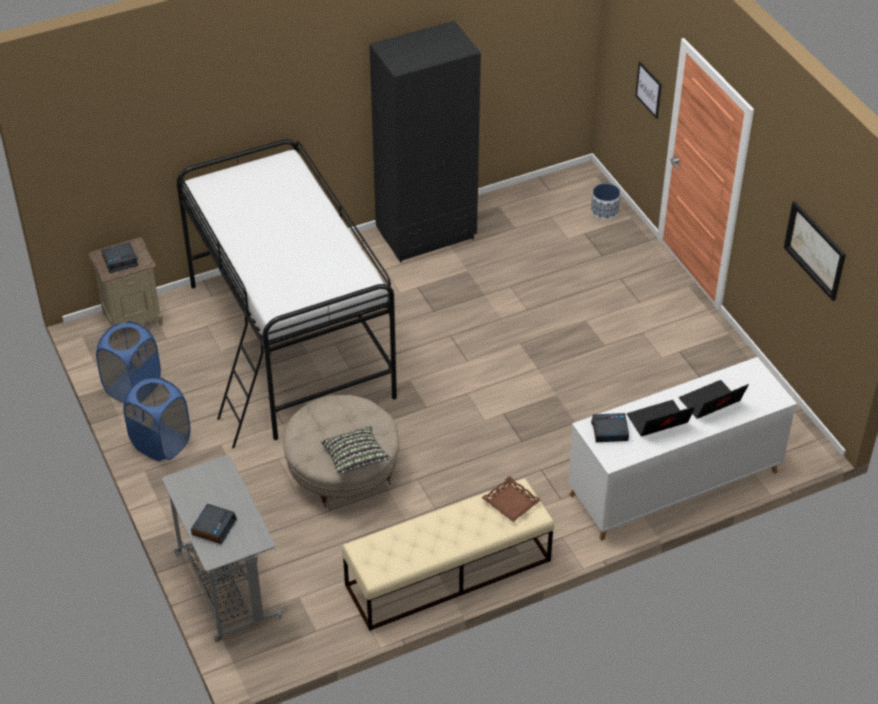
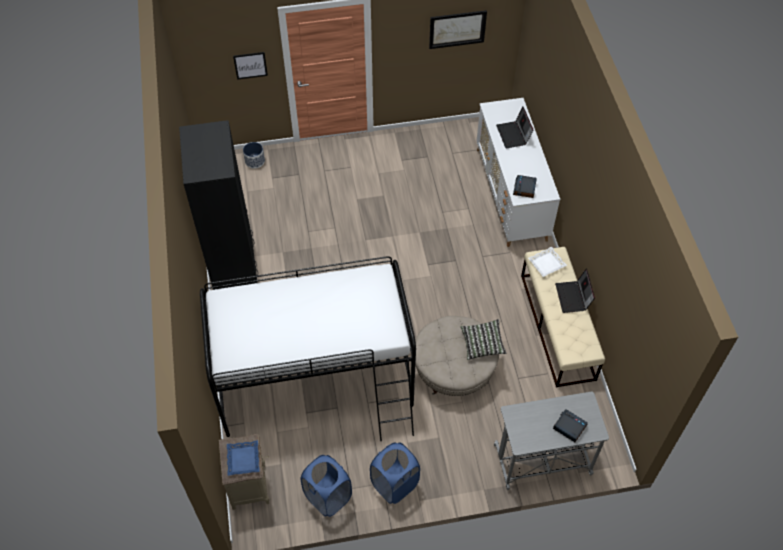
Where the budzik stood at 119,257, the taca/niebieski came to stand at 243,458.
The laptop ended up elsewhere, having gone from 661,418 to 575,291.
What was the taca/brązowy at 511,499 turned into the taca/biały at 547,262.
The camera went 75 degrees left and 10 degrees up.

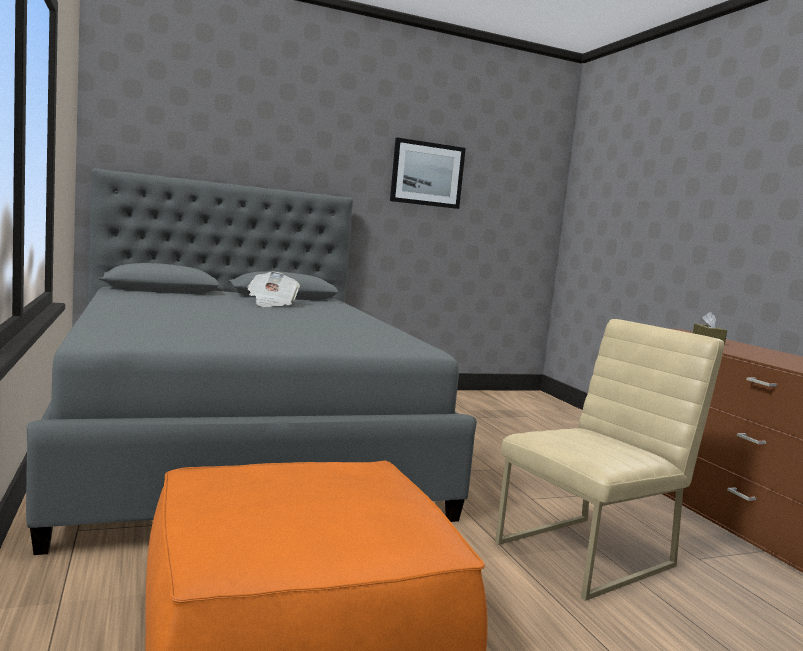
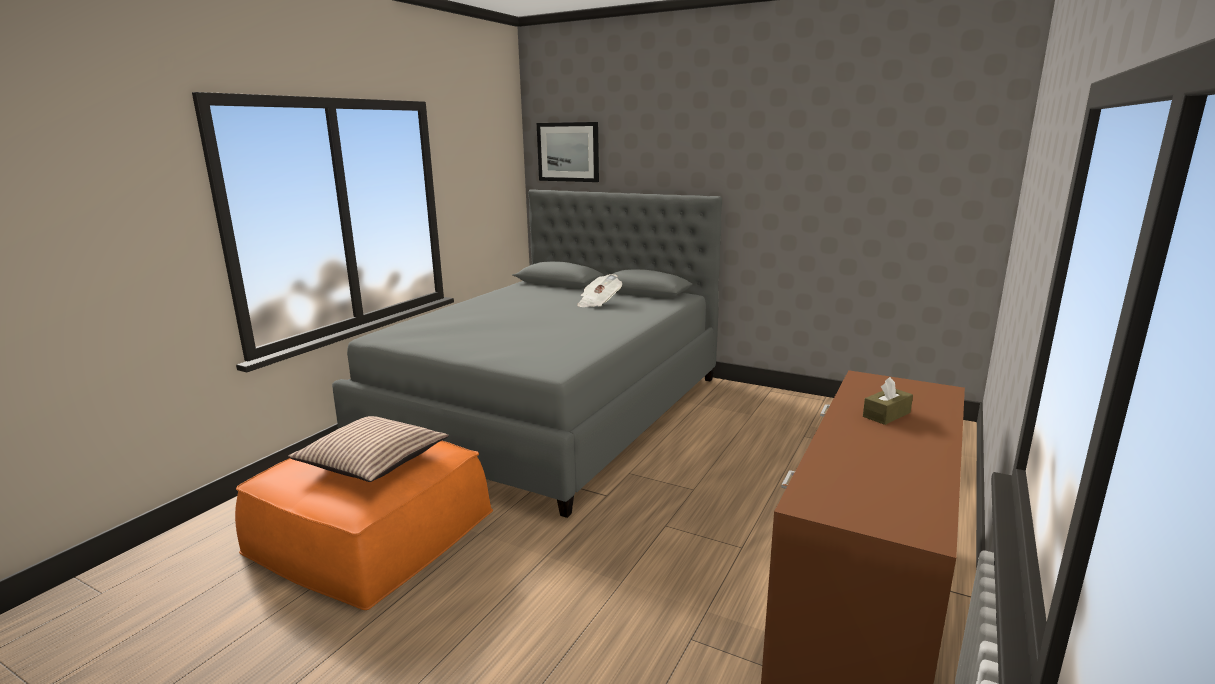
The obraz ended up elsewhere, having gone from 428,173 to 568,152.
The second view lost the krzesło/beżowy at 609,460.
The second view gained the poduszka at 368,449.
The camera went 50 degrees right and 10 degrees up.

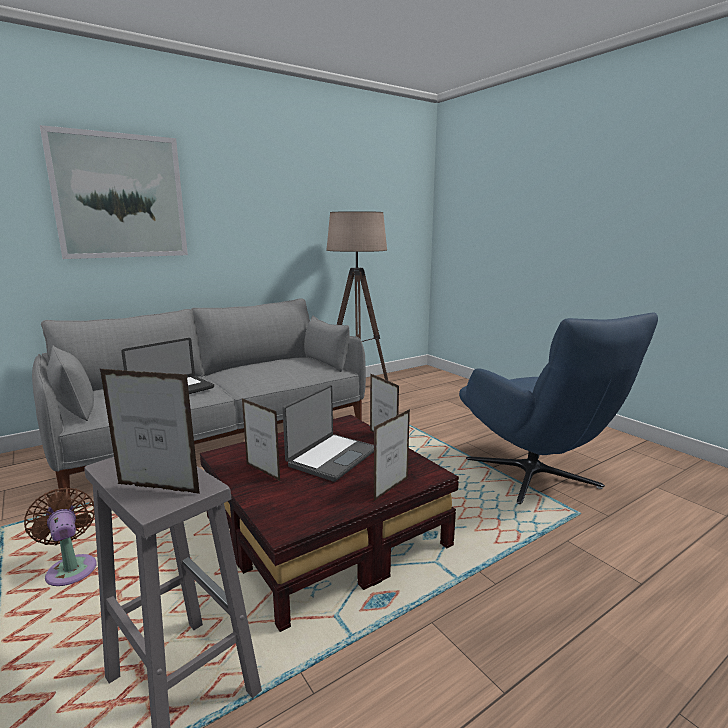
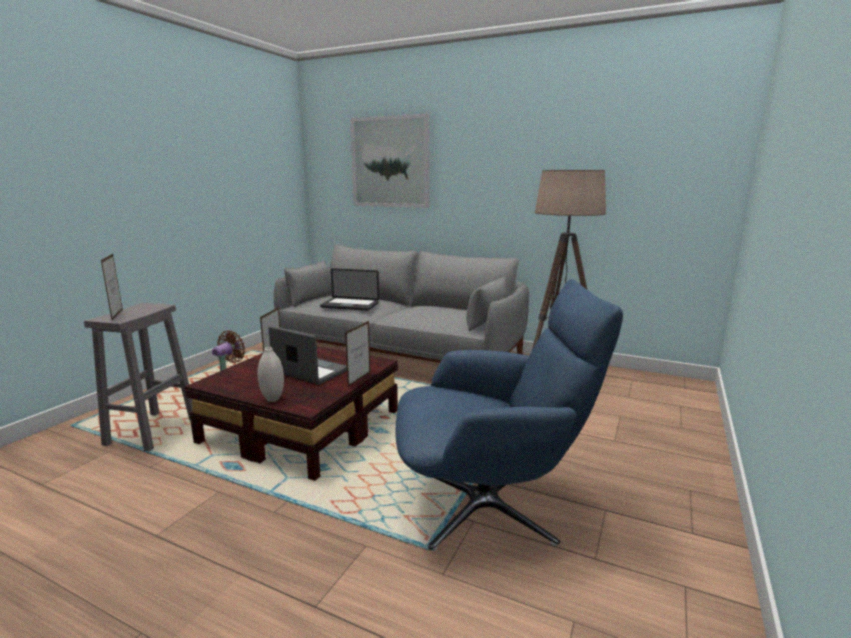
The fotel/niebieski at 558,408 ended up facing another way, 135 degrees counterclockwise from before.
The laptop at 328,433 ended up facing another way, 150 degrees counterclockwise from before.
Where the ramka na zdjęcie stood at 392,455, the wazon/biały came to stand at 270,374.
The camera went 60 degrees right and 0 degrees up.

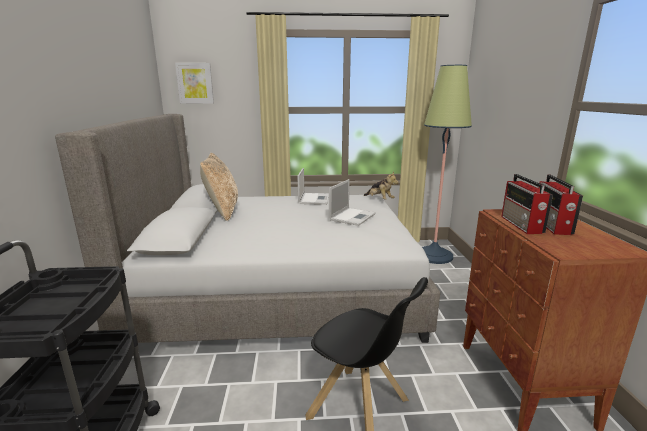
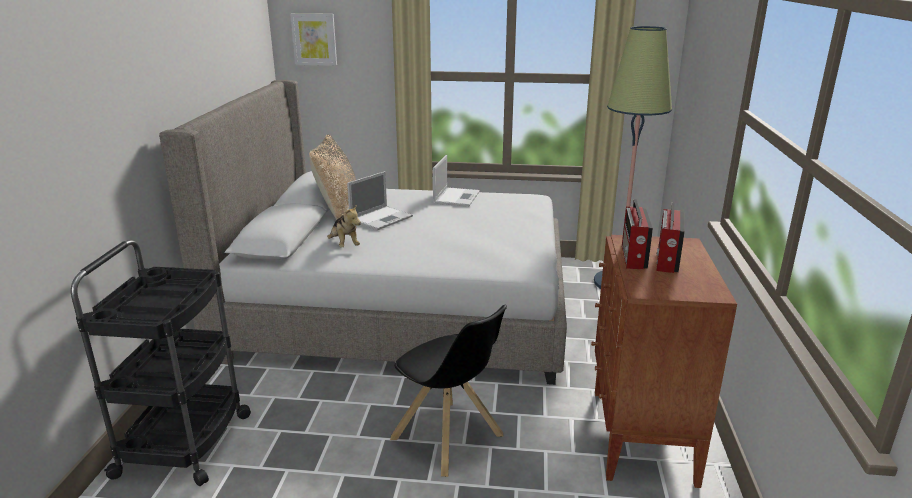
The pluszak ended up elsewhere, having gone from 381,185 to 344,225.
The laptop ended up elsewhere, having gone from 352,202 to 380,200.
The camera went 10 degrees right and 5 degrees up.

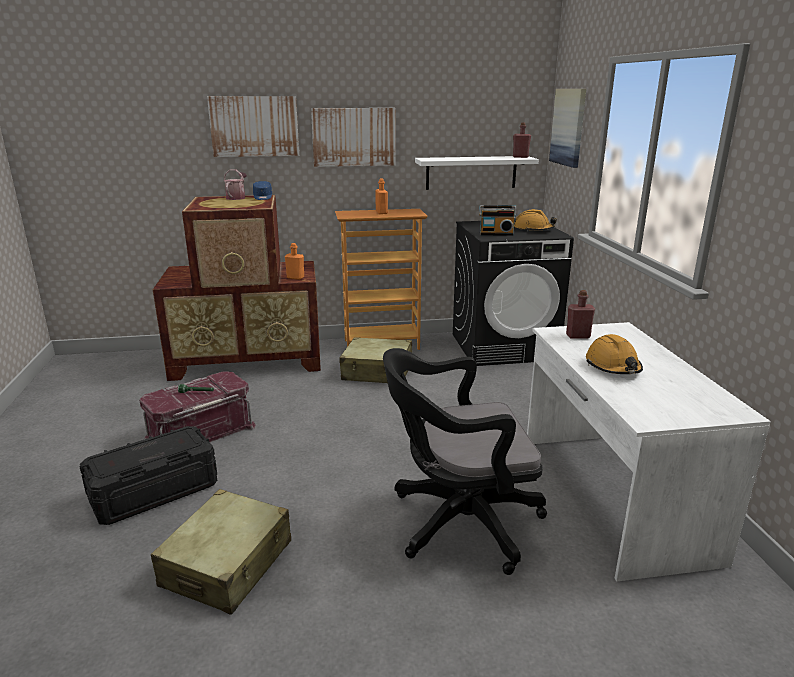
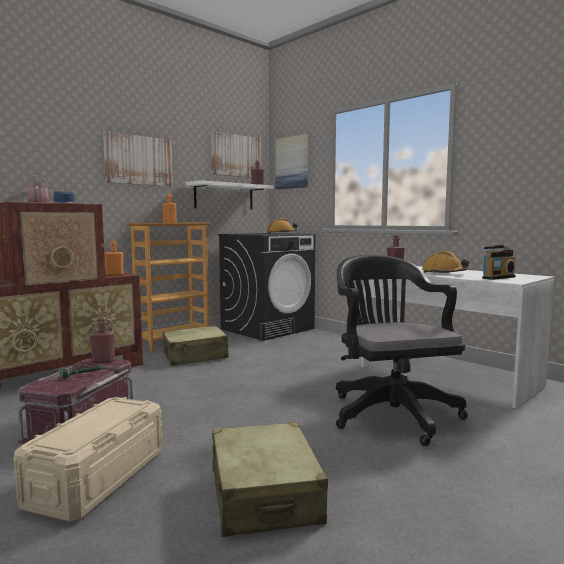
The obraz ended up elsewhere, having gone from 253,126 to 236,154.
The radio ended up elsewhere, having gone from 498,220 to 497,262.
The krzesło biurowe/czarny at 465,461 ended up facing another way, 120 degrees clockwise from before.
What was the pojemnik do przechowywania/czarny at 148,475 turned into the pojemnik do przechowywania/beżowy at 88,459.
The second view gained the butelka/czerwony at 102,340.
The camera went 35 degrees left and 15 degrees down.

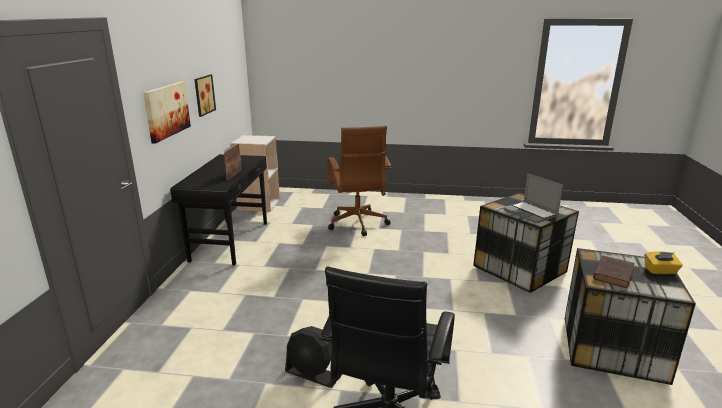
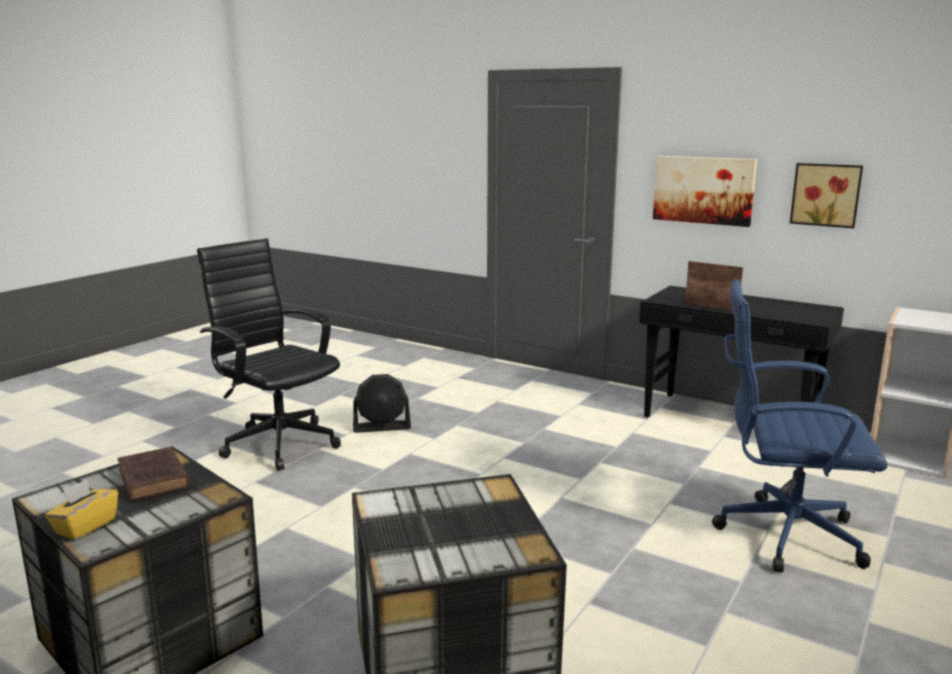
What was the krzesło biurowe/brązowy at 359,181 turned into the krzesło biurowe/niebieski at 800,426.
The second view lost the laptop at 533,198.
The wentylator/czarny at 311,357 ended up facing another way, 150 degrees counterclockwise from before.
The camera went 115 degrees right and 5 degrees down.

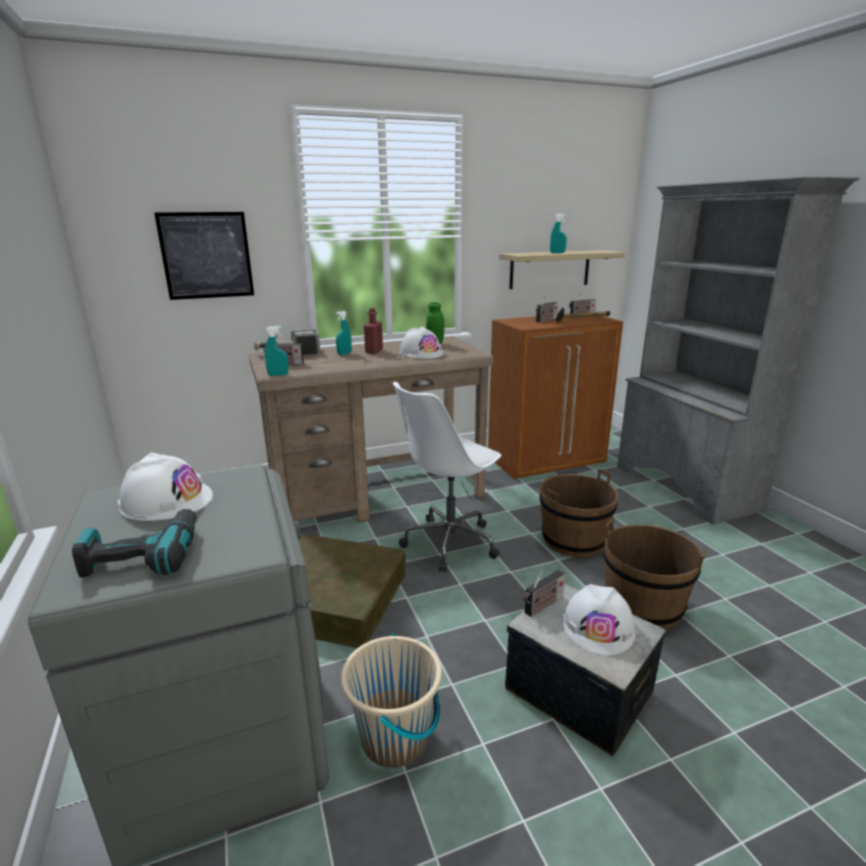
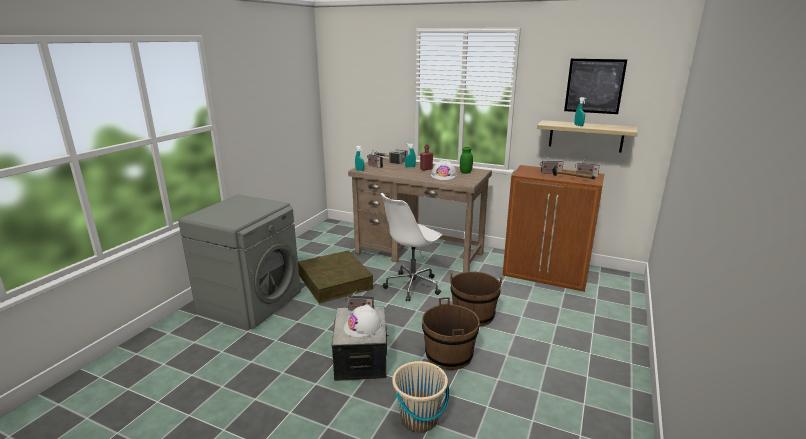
The second view lost the regał/szary at 738,351.
The obraz ended up elsewhere, having gone from 204,256 to 595,86.
The krzesło biurowe/biały at 447,477 ended up facing another way, 45 degrees counterclockwise from before.
The second view lost the kask/biały at 165,486.
The second view lost the wiertarka at 134,543.
The wiadro/beżowy ended up elsewhere, having gone from 391,700 to 420,397.
The camera went 45 degrees right and 0 degrees up.

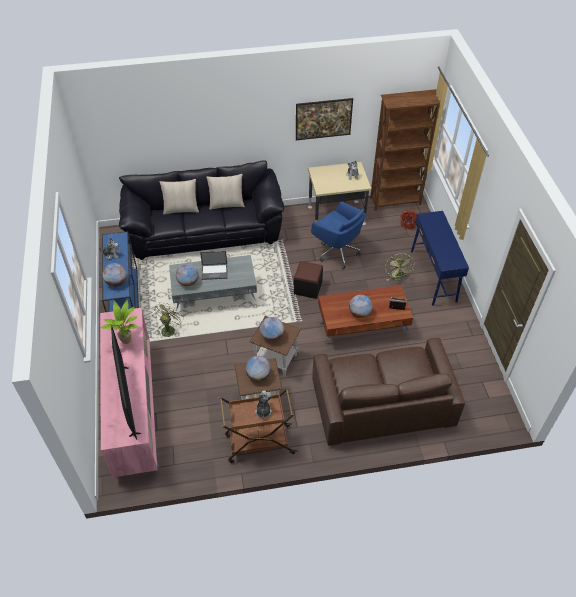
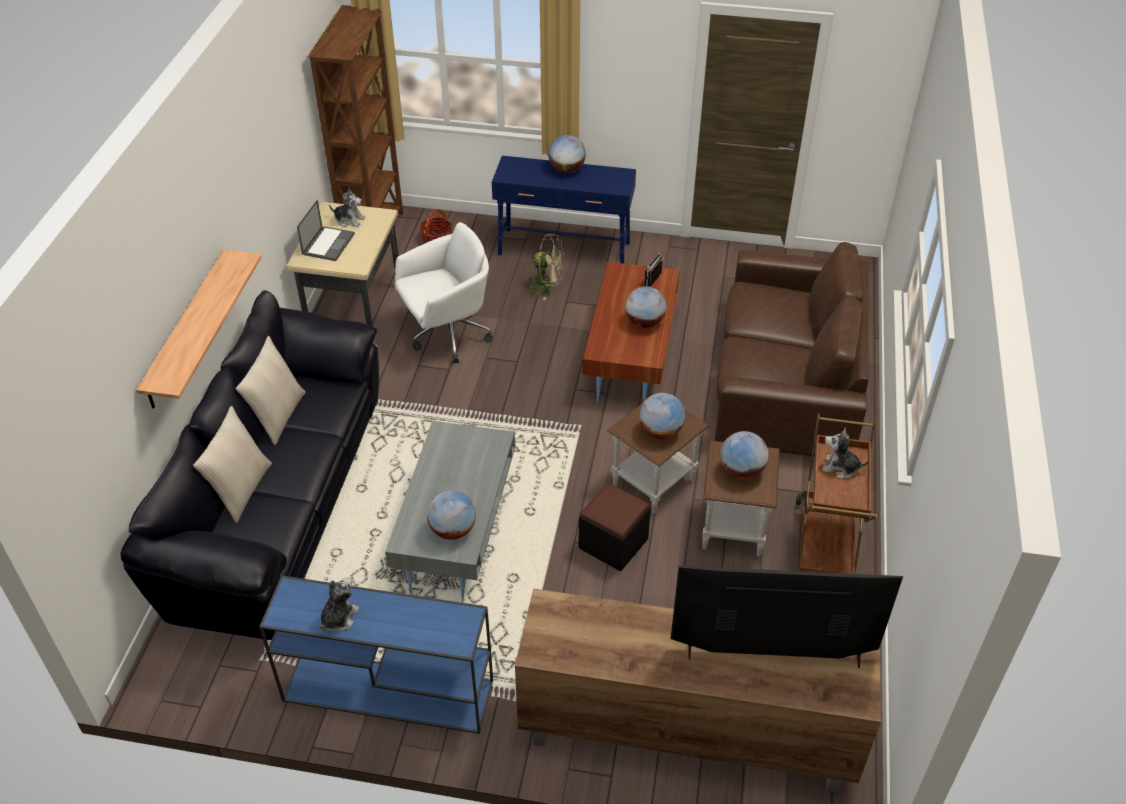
The second view lost the obraz at 324,119.
What was the krzesło biurowe/niebieski at 338,235 turned into the krzesło biurowe/biały at 444,292.
The laptop ended up elsewhere, having gone from 213,265 to 326,230.
The pufa/czarny ended up elsewhere, having gone from 308,280 to 614,527.
The globus ended up elsewhere, having gone from 115,275 to 567,154.
The second view lost the roślina doniczkowa at 119,322.
The second view lost the wentylator/zielony at 168,319.
What was the szafka pod telewizor/różowy at 129,392 turned into the szafka pod telewizor/brązowy at 698,691.
The second view gained the półka at 199,329.
The camera went 70 degrees left and 5 degrees down.

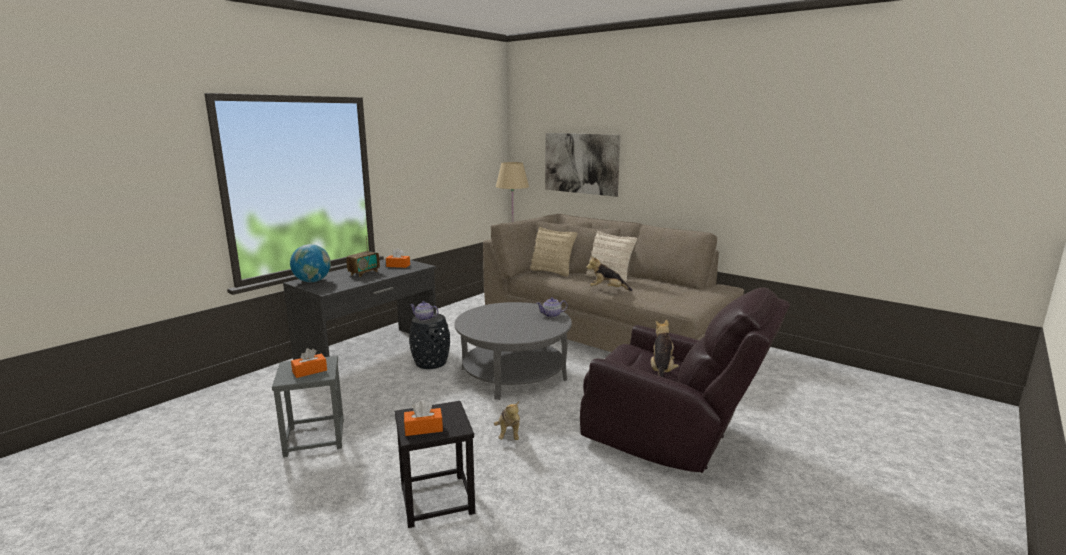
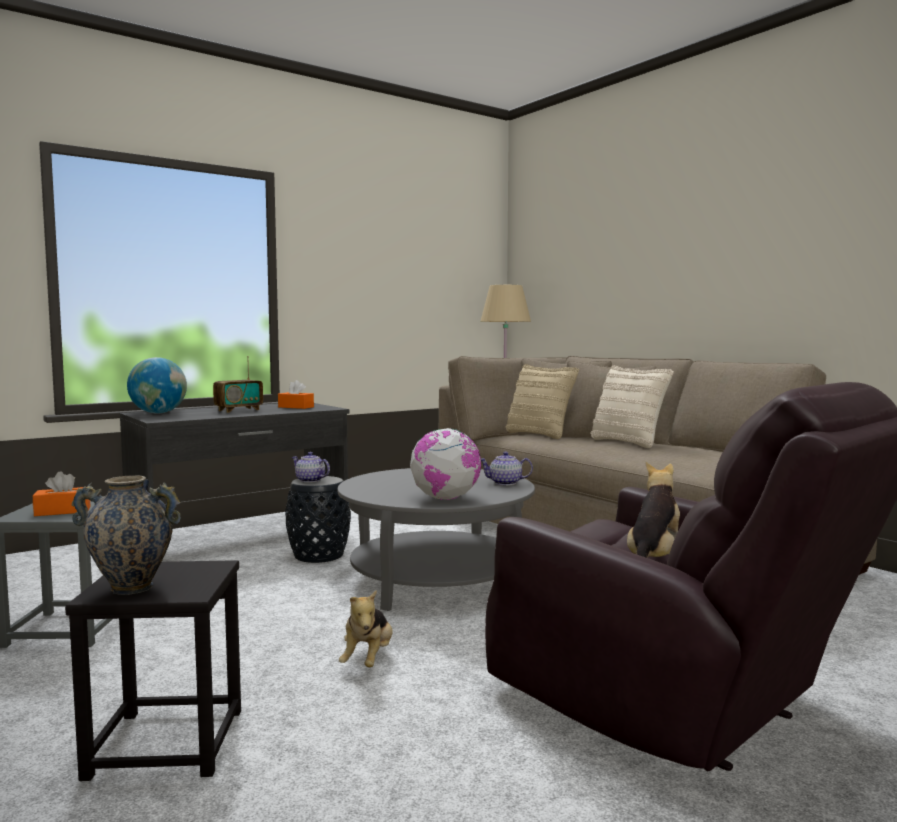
The second view lost the obraz at 582,165.
The second view lost the pluszak at 609,273.
Where the pudełko chusteczek/pomarańczowy stood at 423,418, the wazon came to stand at 126,535.
The second view gained the globus at 445,464.
The camera went 15 degrees right and 10 degrees down.

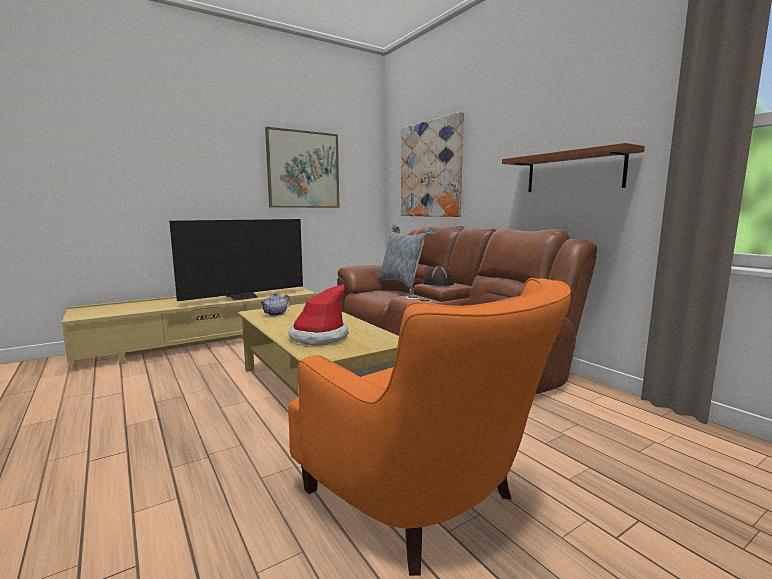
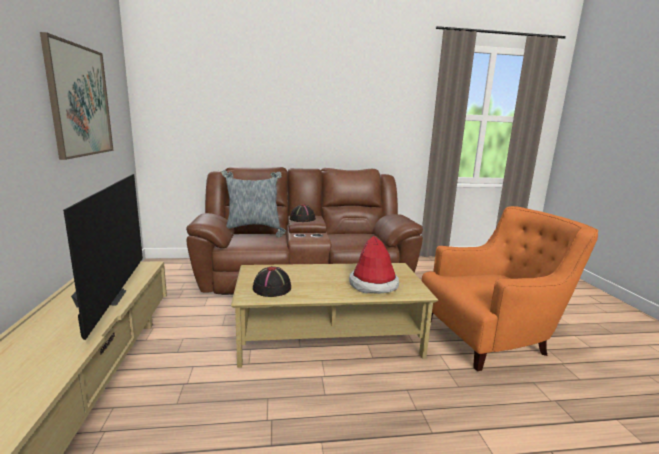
The second view lost the obraz at 432,164.
The second view lost the półka/brązowy at 573,167.
Where the imbryk stood at 275,304, the kapelusz/czarny came to stand at 272,281.
The camera went 65 degrees left and 5 degrees up.

